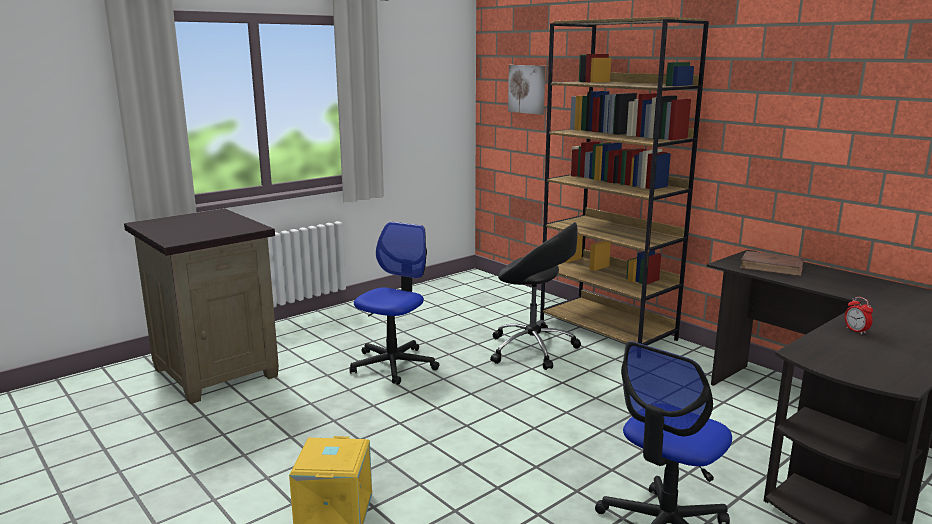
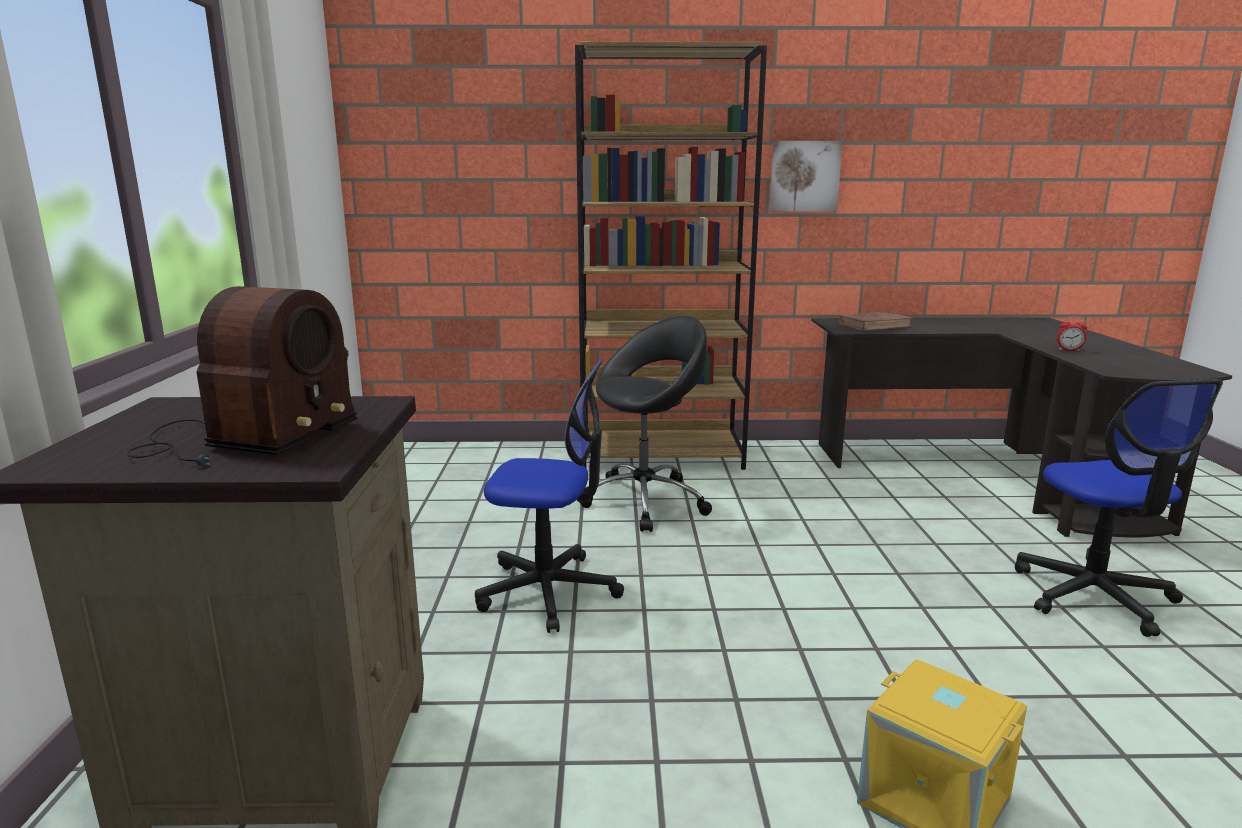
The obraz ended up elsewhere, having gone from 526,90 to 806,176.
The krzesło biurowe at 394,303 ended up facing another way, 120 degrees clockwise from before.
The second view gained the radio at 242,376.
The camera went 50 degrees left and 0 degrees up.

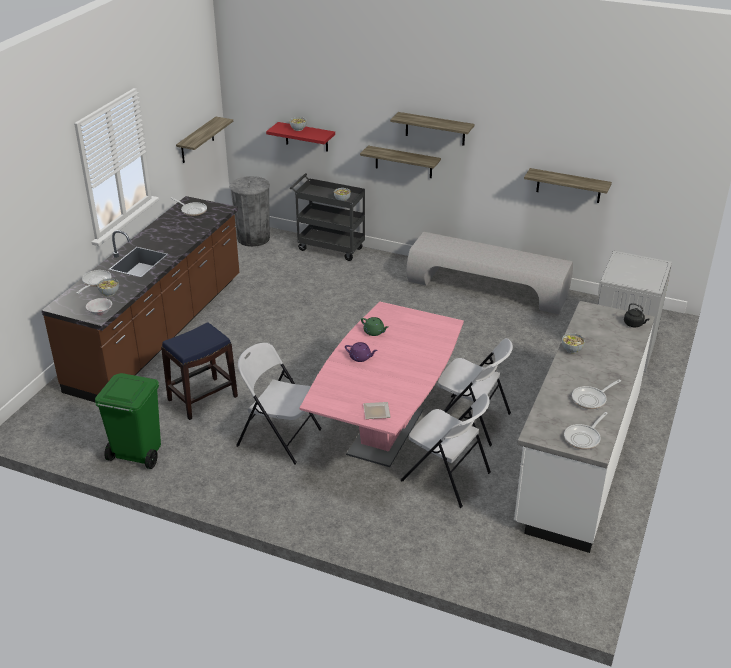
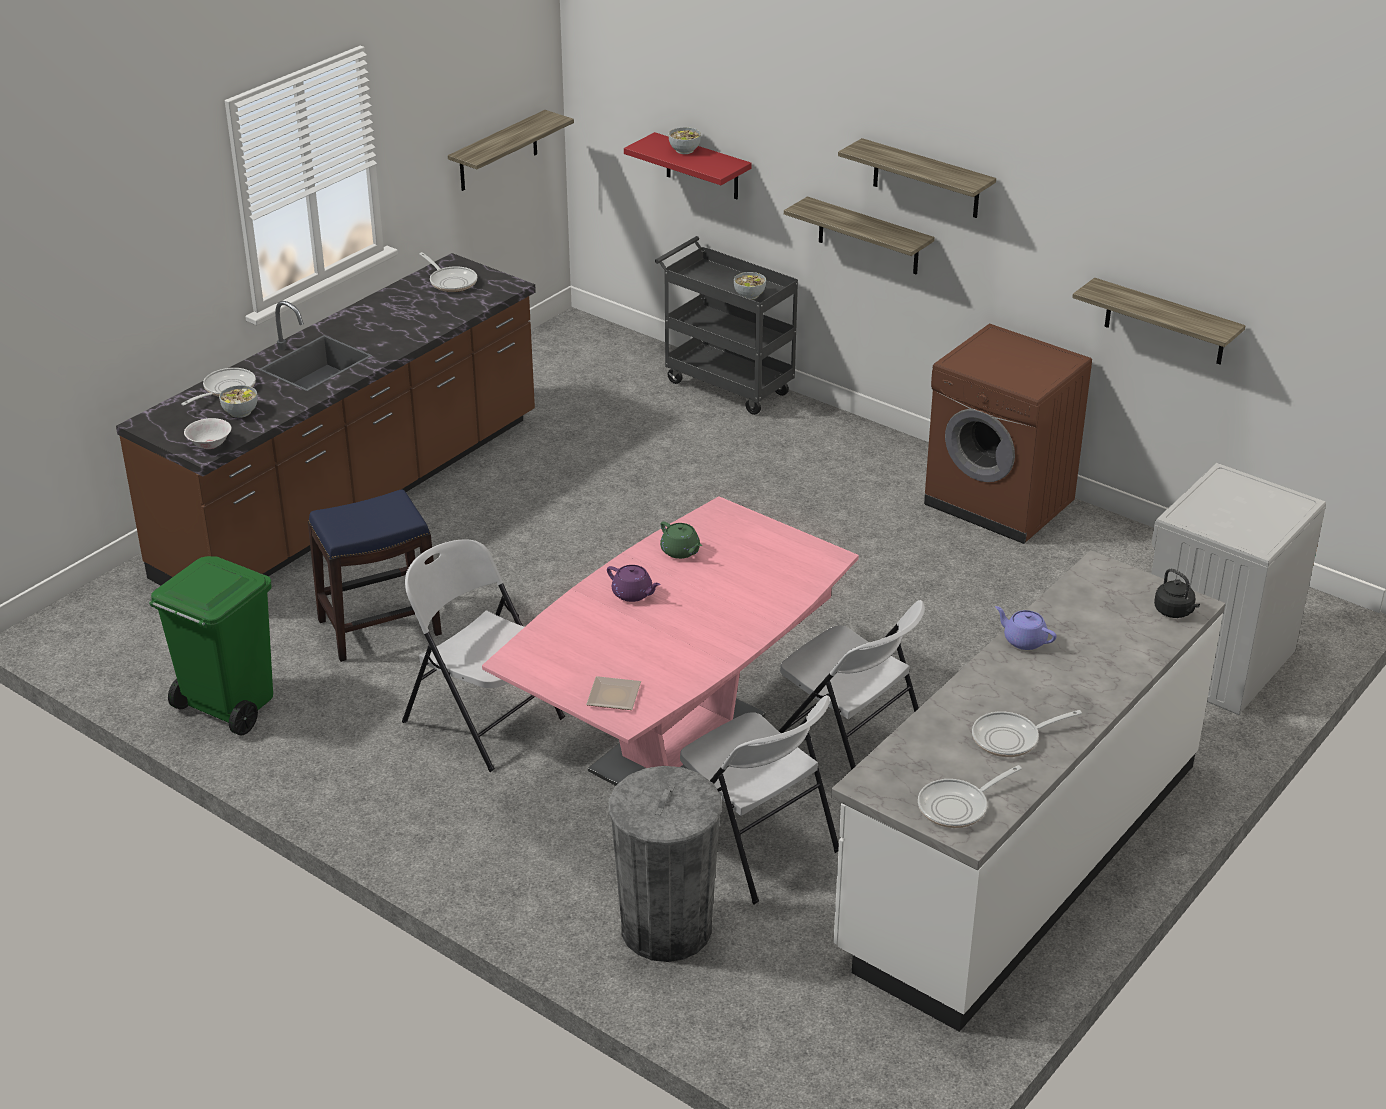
The kosz na śmieci/szary ended up elsewhere, having gone from 250,211 to 665,864.
Where the ławka/szary stood at 490,273, the pralka/brązowy came to stand at 1008,433.
Where the miska stood at 573,343, the imbryk/fioletowy came to stand at 1026,628.
The camera went 15 degrees right and 0 degrees up.

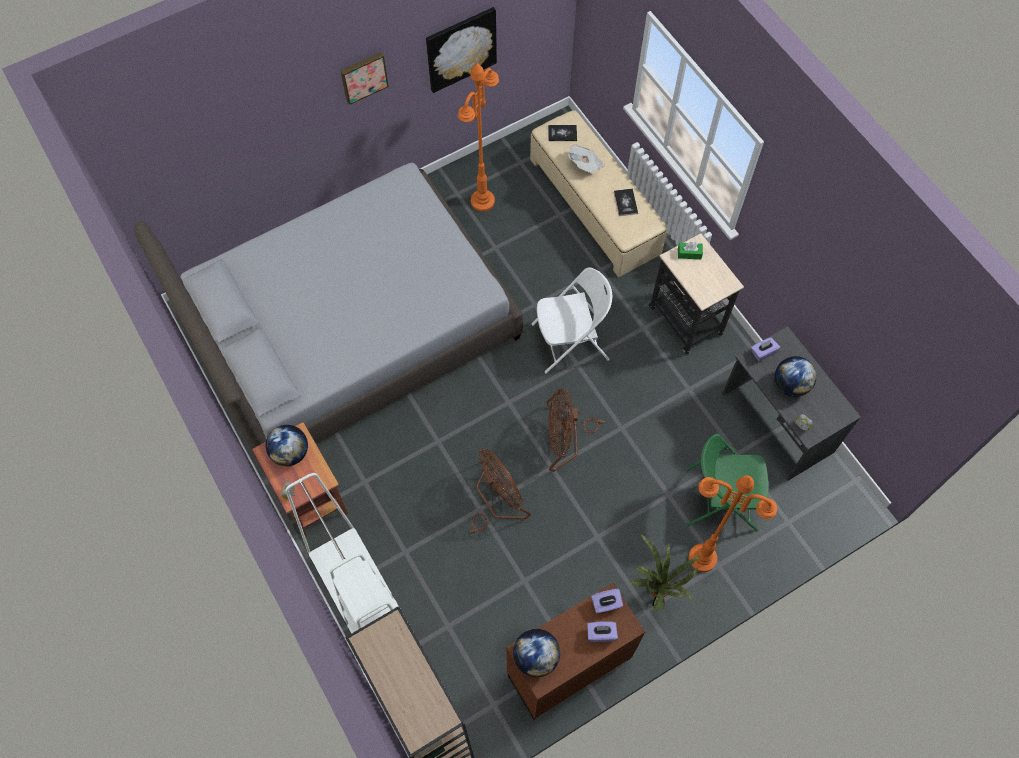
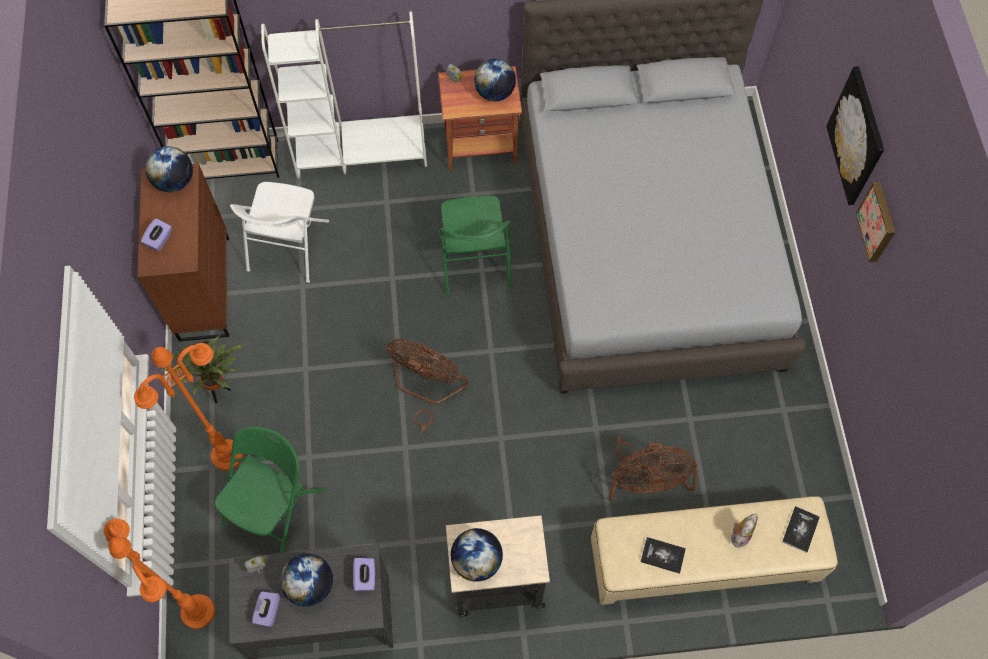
The obraz ended up elsewhere, having gone from 461,50 to 855,135.
The lampa stojąca/pomarańczowy ended up elsewhere, having gone from 478,137 to 159,573.
Where the gazeta stood at 586,158, the pluszak came to stand at 744,530.
The second view lost the pudełko chusteczek/zielony at 690,250.
The krzesło/biały ended up elsewhere, having gone from 572,320 to 279,232.
The wentylator/brązowy ended up elsewhere, having gone from 500,491 to 653,469.
The pudełko chusteczek/fioletowy ended up elsewhere, having gone from 607,601 to 266,609.
The second view gained the krzesło/zielony at 475,245.
The second view gained the globus at 477,555.
The camera went 115 degrees right and 0 degrees up.

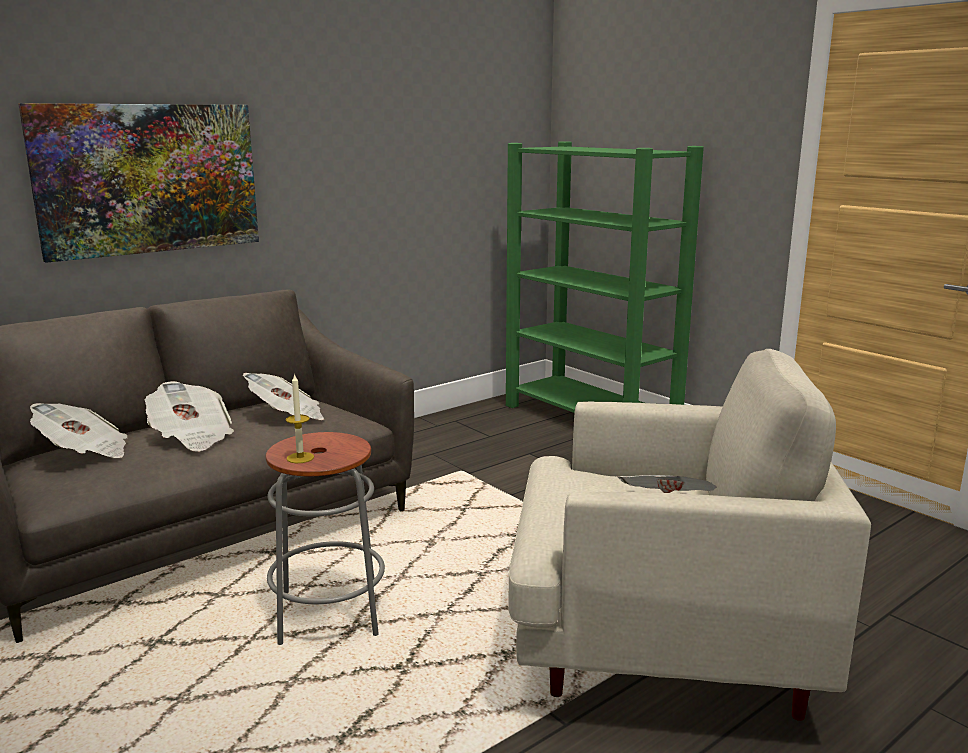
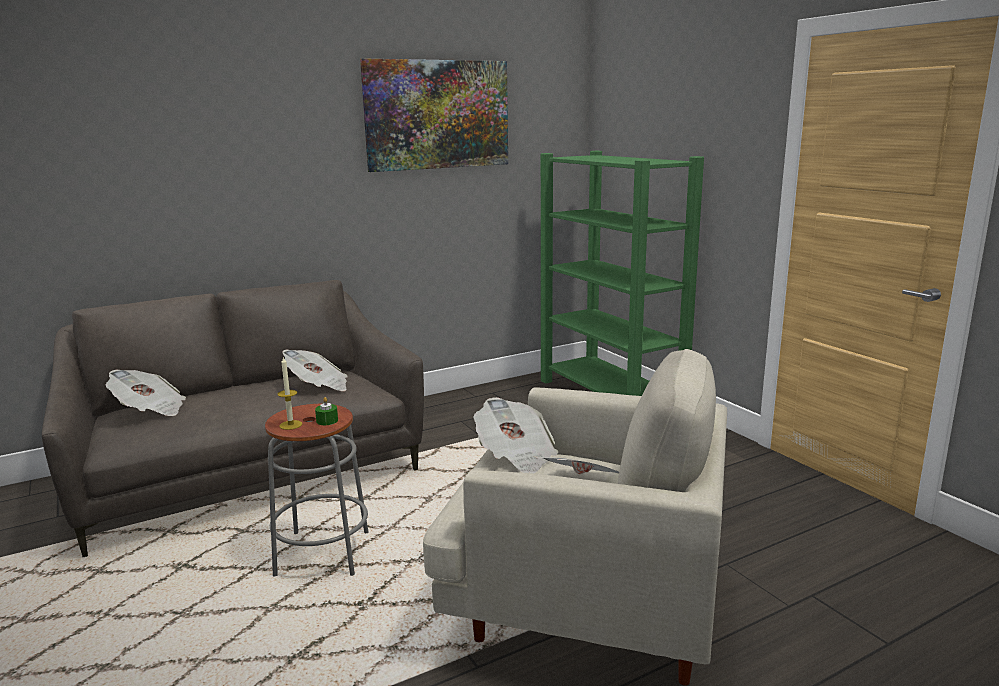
The obraz ended up elsewhere, having gone from 138,183 to 434,115.
The gazeta ended up elsewhere, having gone from 189,416 to 516,435.
The second view gained the świeca/zielony at 326,411.
The camera went 10 degrees right and 0 degrees up.

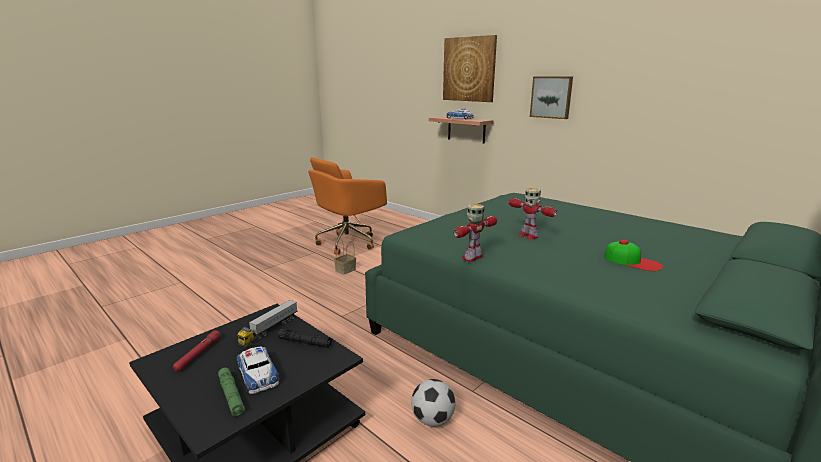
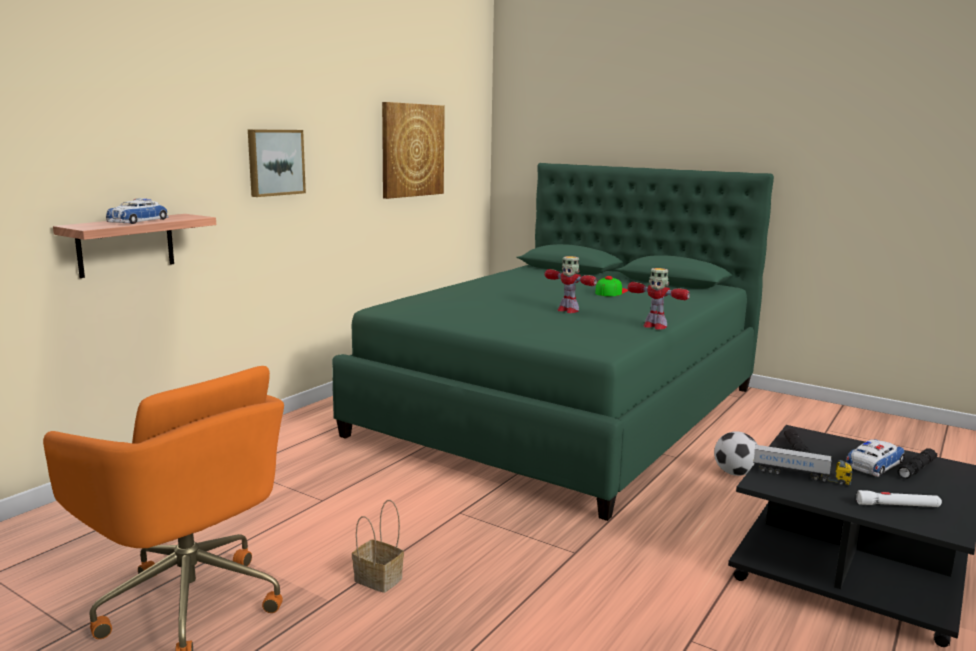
The obraz ended up elsewhere, having gone from 470,68 to 413,150.
The robot zabawkowy at 533,213 ended up facing another way, 90 degrees clockwise from before.
What was the latarka/czerwony at 197,350 turned into the latarka/biały at 899,498.
What was the latarka/zielony at 231,392 turned into the latarka/czarny at 917,463.
The camera went 100 degrees left and 5 degrees down.

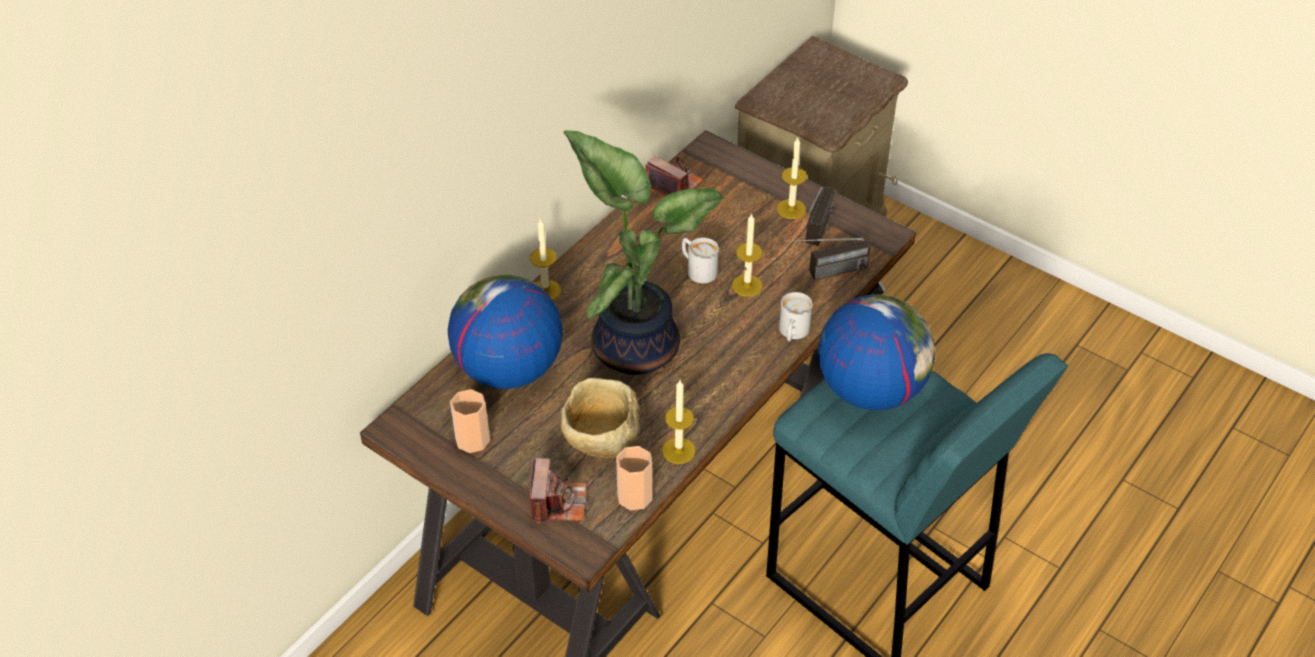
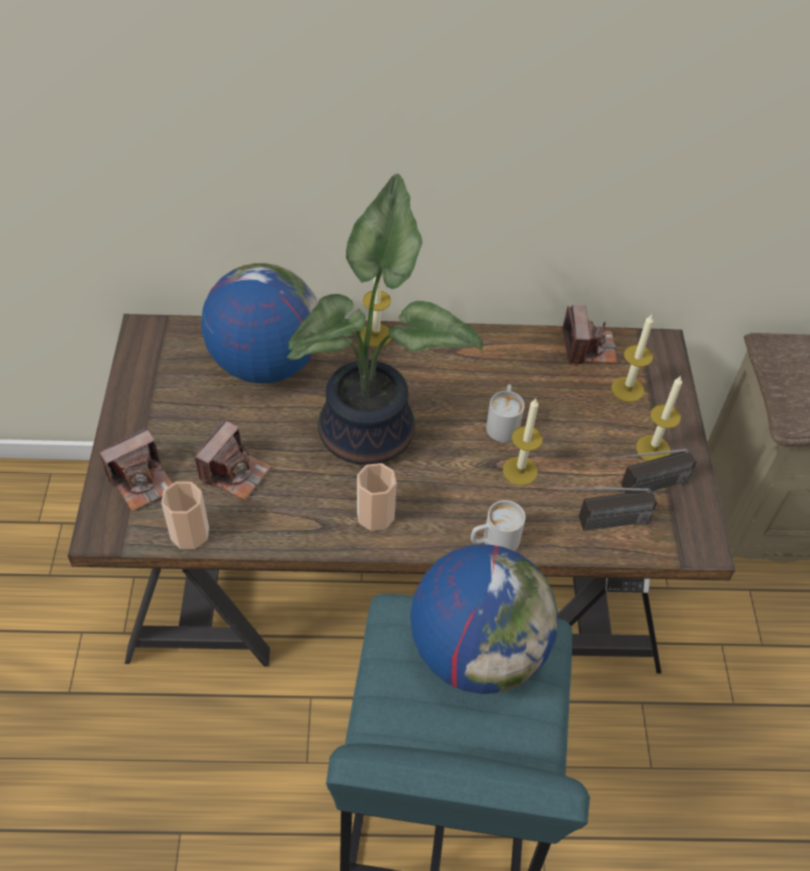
The radio at 826,259 ended up facing another way, 45 degrees counterclockwise from before.
Where the miska/beżowy stood at 600,417, the aparat fotograficzny came to stand at 233,460.
The świeca ended up elsewhere, having gone from 679,422 to 632,358.
The filiżanka ended up elsewhere, having gone from 470,421 to 377,497.
The camera went 50 degrees right and 5 degrees up.

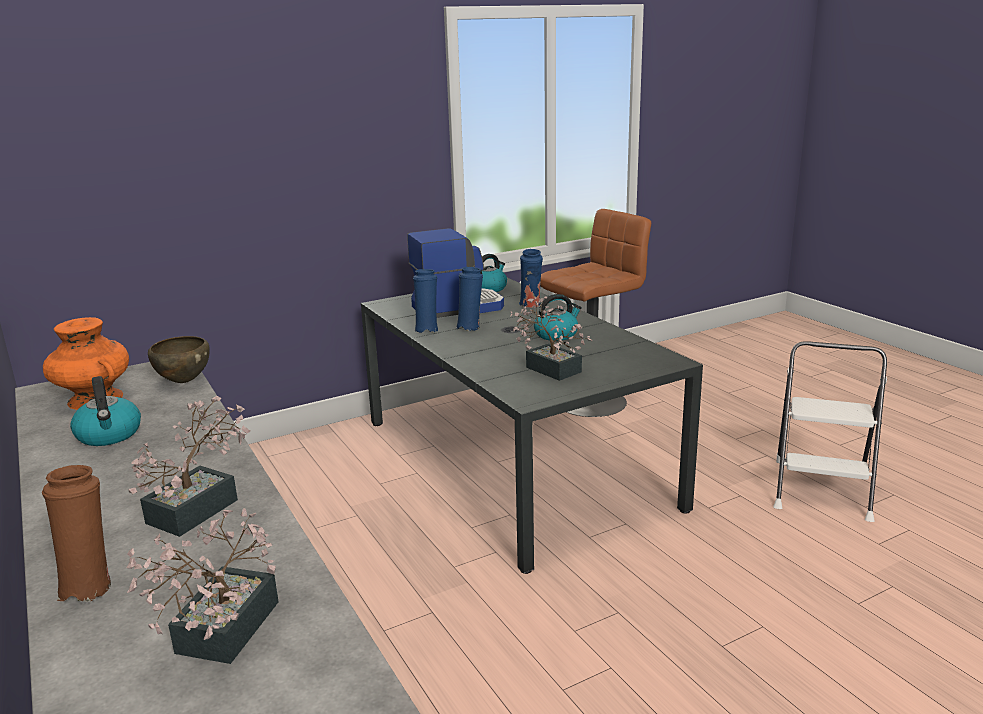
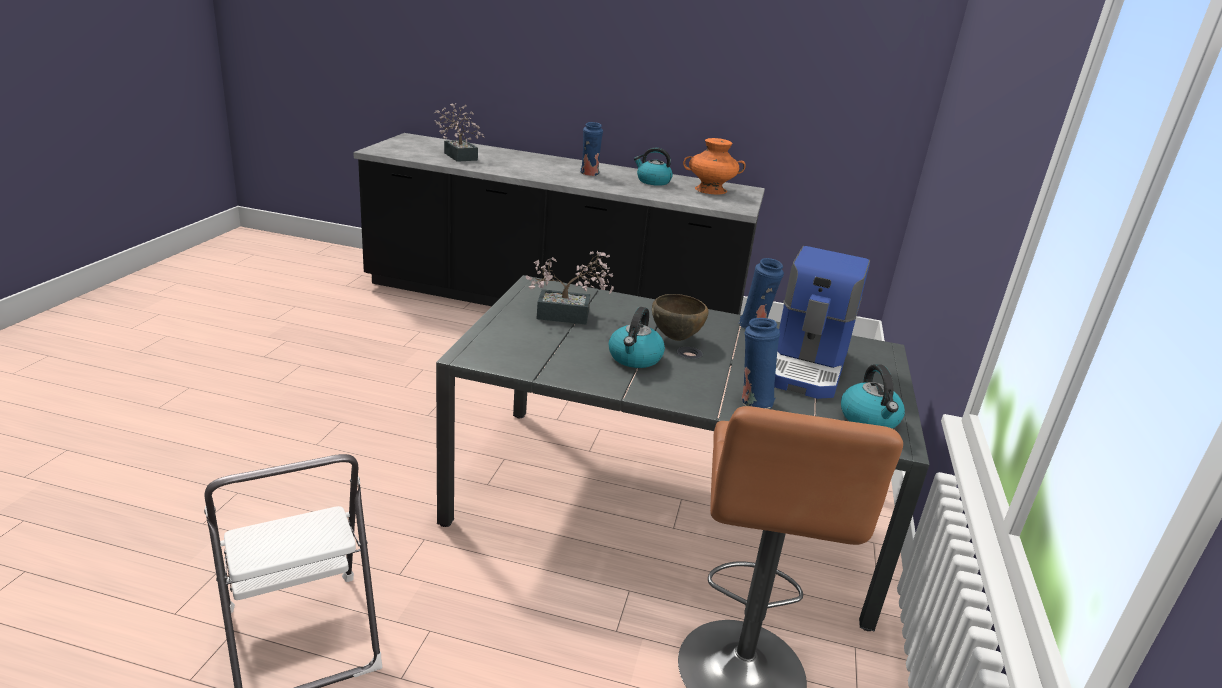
The wazon/niebieski ended up elsewhere, having gone from 469,299 to 591,149.
The miska/brązowy ended up elsewhere, having gone from 179,359 to 680,317.
The second view lost the roślina doniczkowa at 189,466.
The second view lost the wazon/brązowy at 76,533.
The camera went 130 degrees right and 5 degrees up.

